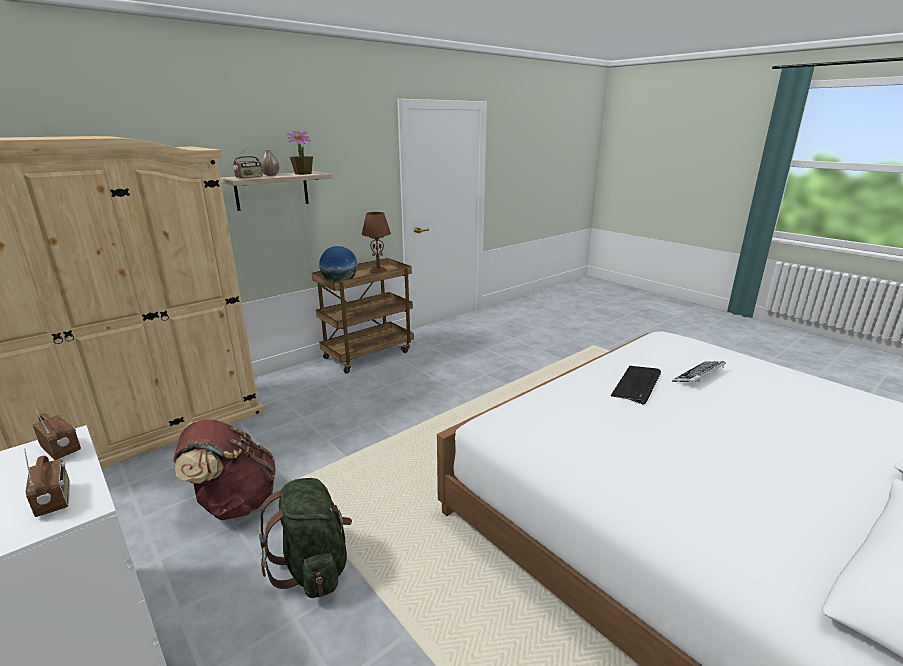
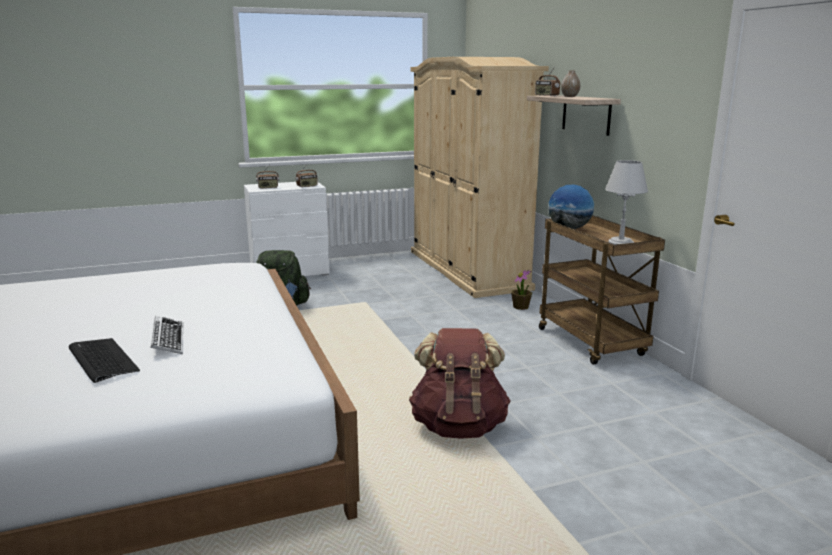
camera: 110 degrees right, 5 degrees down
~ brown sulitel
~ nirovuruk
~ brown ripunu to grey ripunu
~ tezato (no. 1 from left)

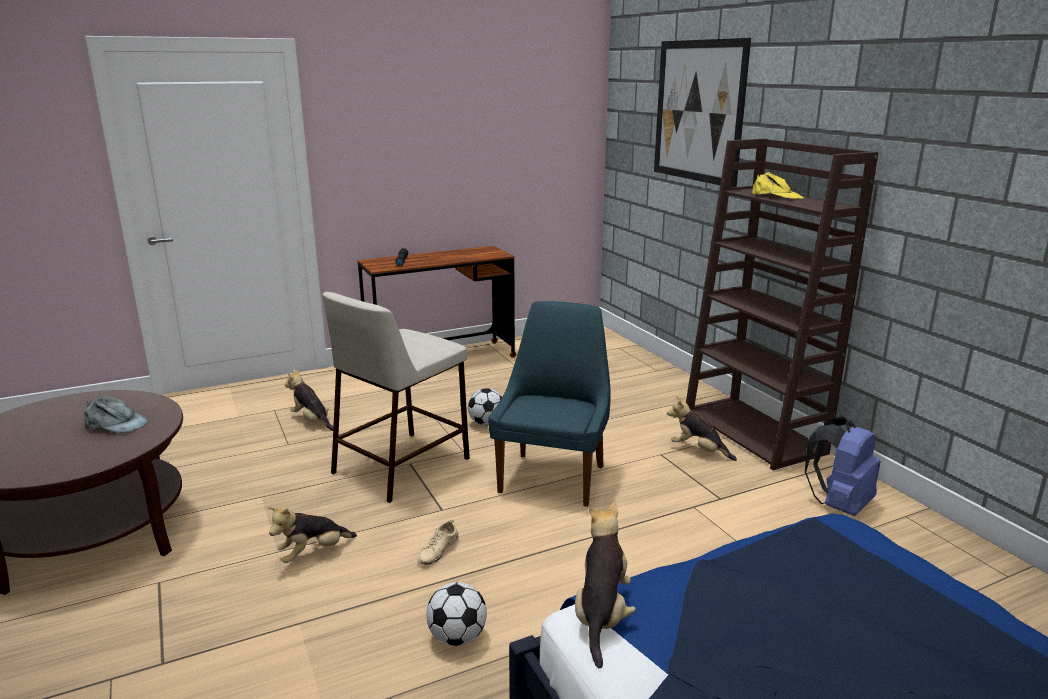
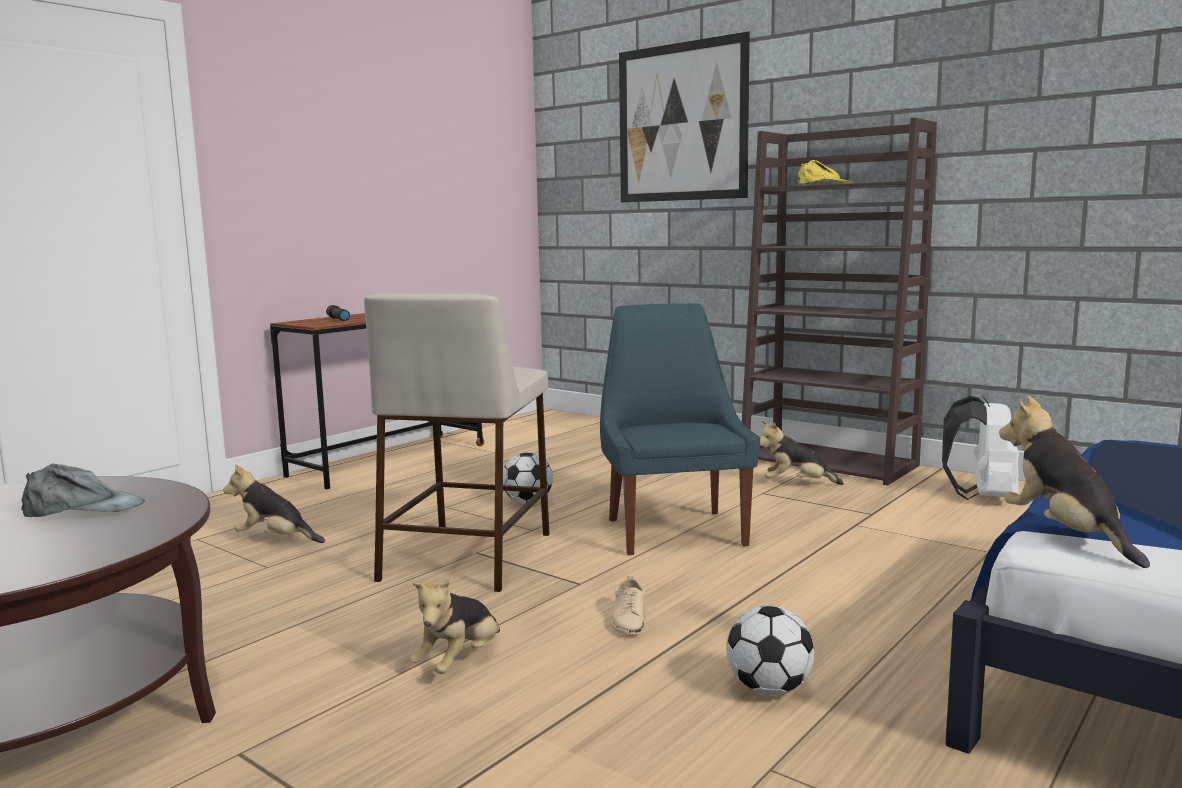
camera: 25 degrees left, 10 degrees down
~ blue sulitel to white sulitel

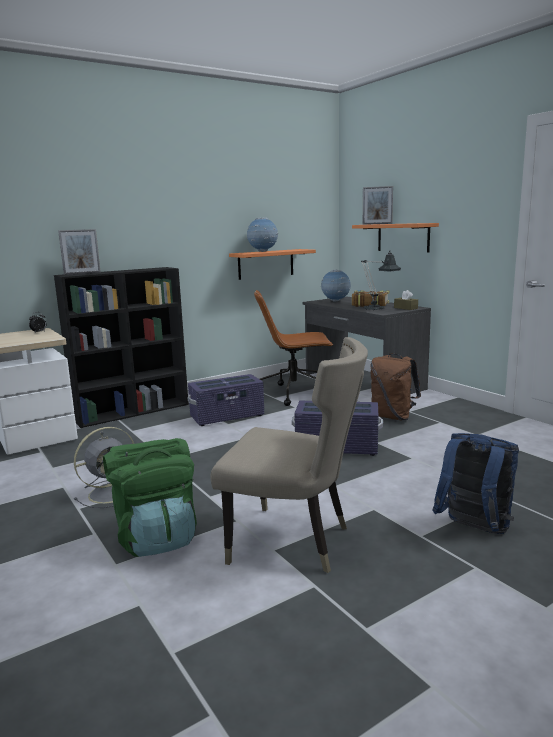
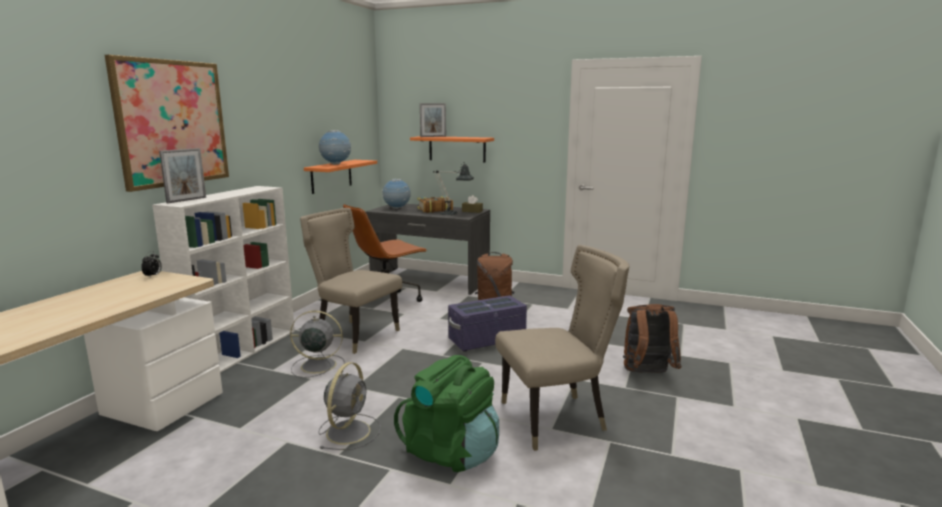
camera: 35 degrees left, 0 degrees up
~ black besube to white besube
~ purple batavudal (no. 1 from left) to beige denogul (no. 1 from left)
~ blue sulitel to brown sulitel (no. 2 from left)
+ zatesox
+ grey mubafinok (no. 1 from left)

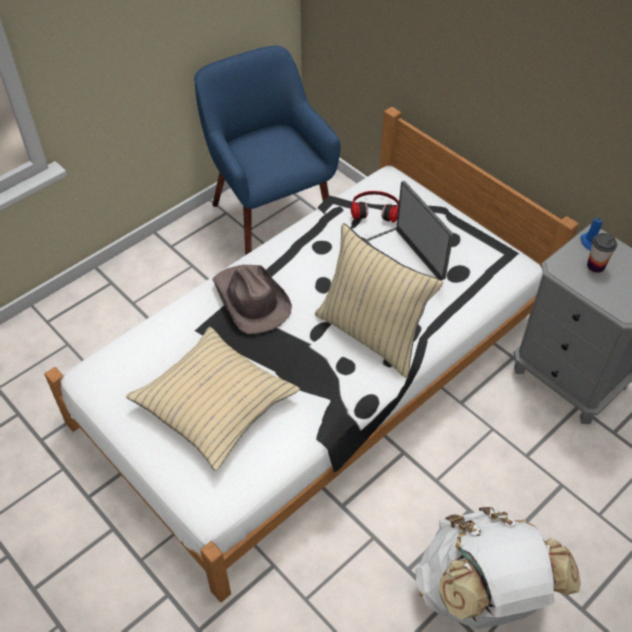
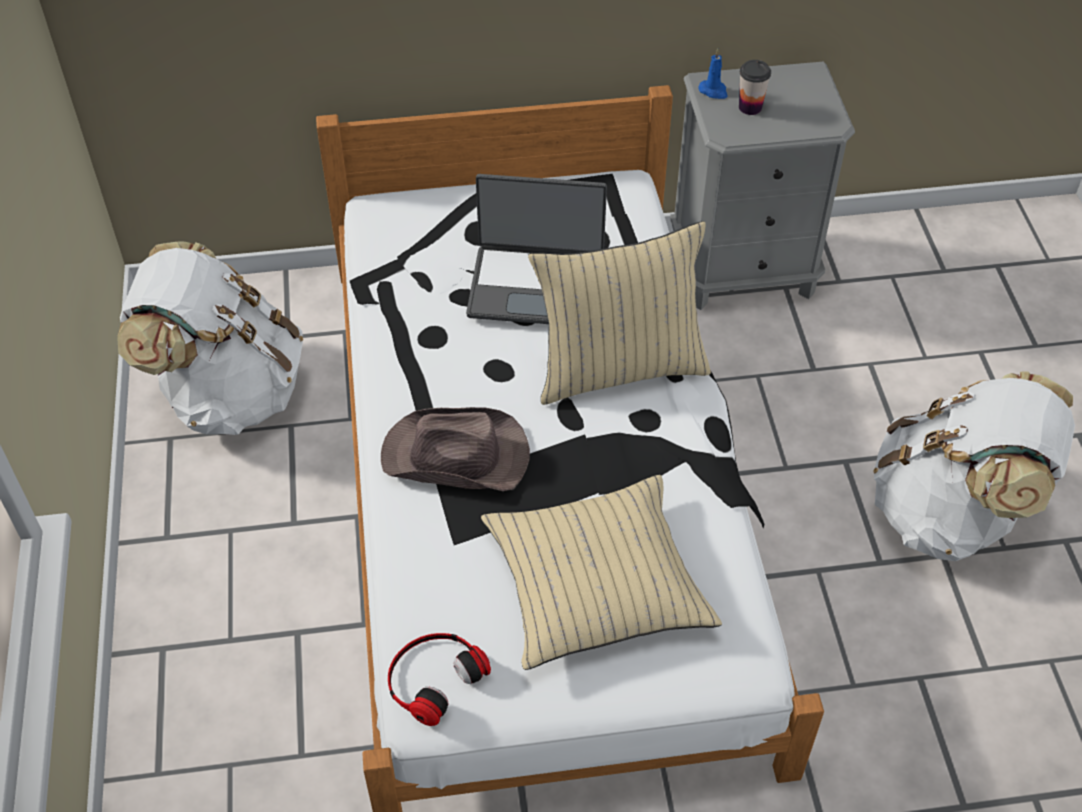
camera: 55 degrees left, 0 degrees up
~ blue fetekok to white sulitel (no. 1 from left)
~ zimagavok

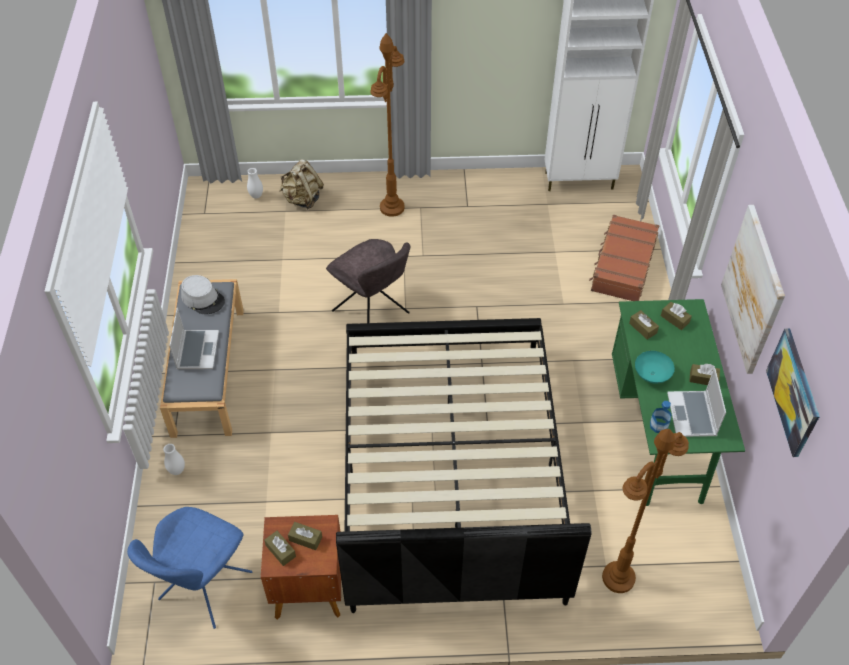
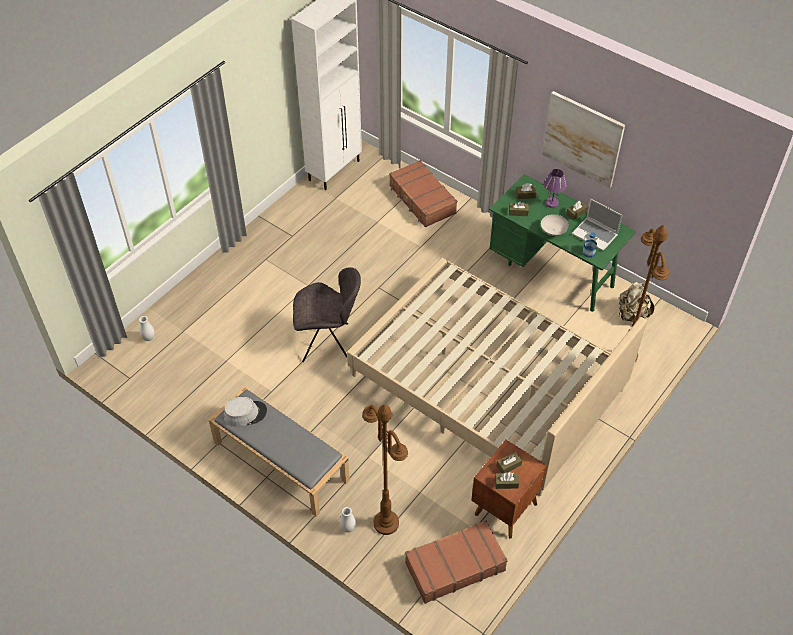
camera: 50 degrees left, 0 degrees up
~ blue denogul to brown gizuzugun (no. 2 from left)
- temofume (no. 1 from left)
~ beige sulitel
~ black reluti to beige reluti
~ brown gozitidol (no. 1 from left)
~ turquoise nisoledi to white nisoledi
- zatesox (no. 2 from left)
+ purple ripunu

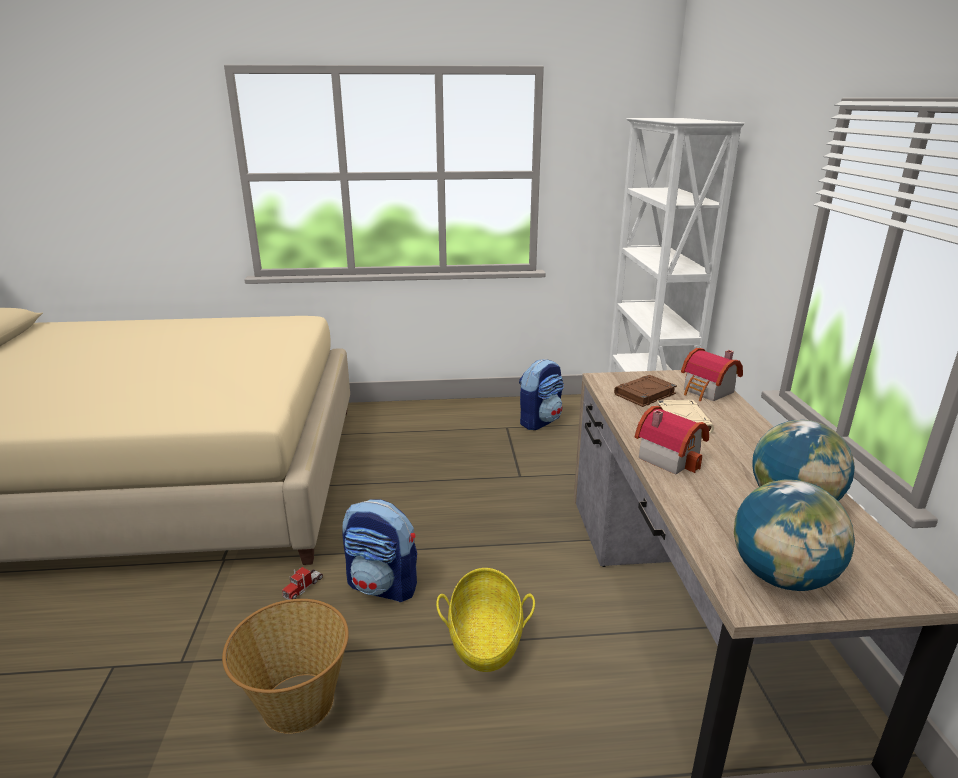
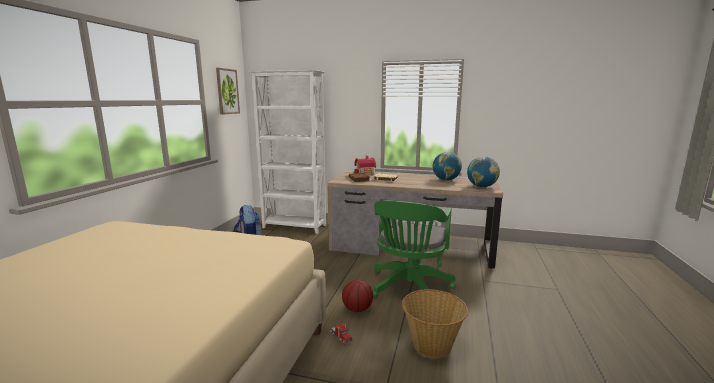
camera: 70 degrees left, 10 degrees down
~ sulitel (no. 1 from left) to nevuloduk
~ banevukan (no. 2 from left) to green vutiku
- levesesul (no. 1 from left)
+ zatesox

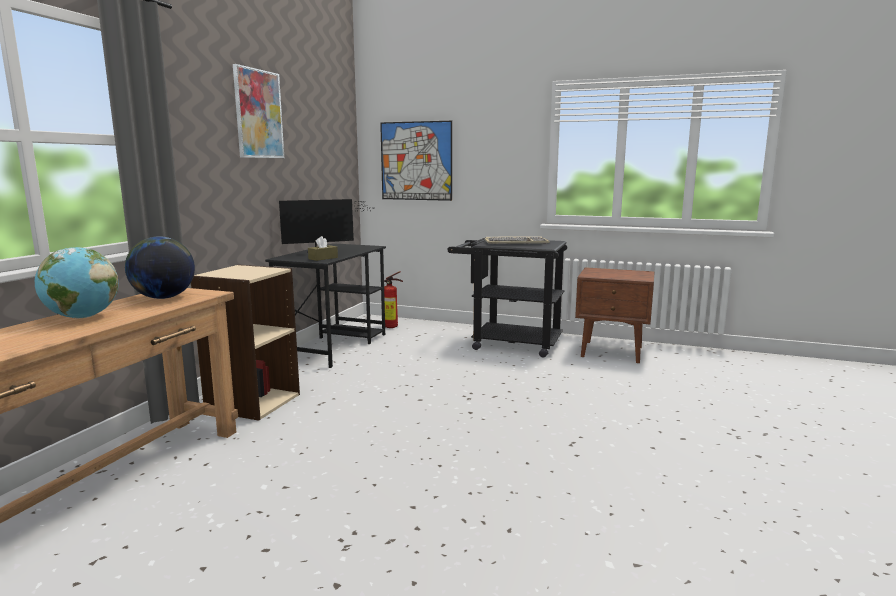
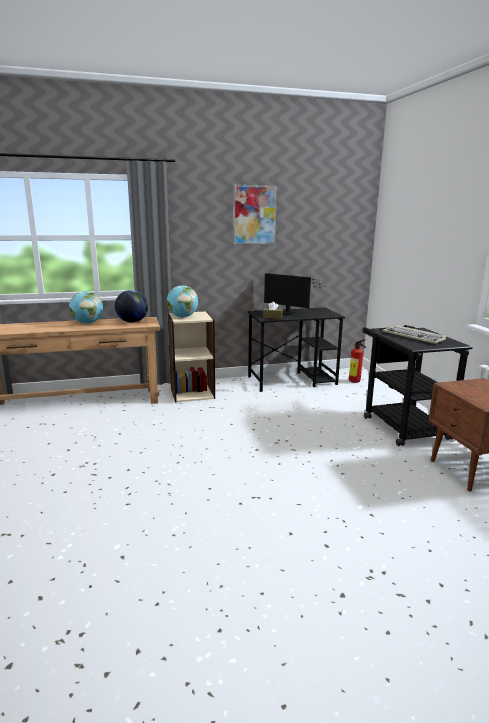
camera: 55 degrees right, 5 degrees up
- zatesox (no. 2 from left)
+ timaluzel (no. 3 from left)

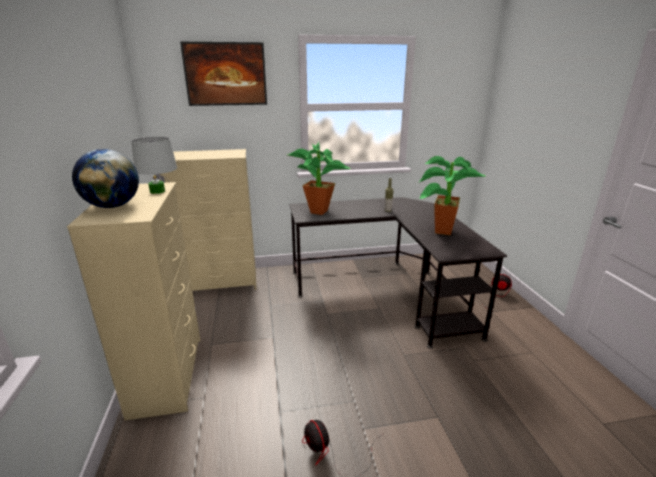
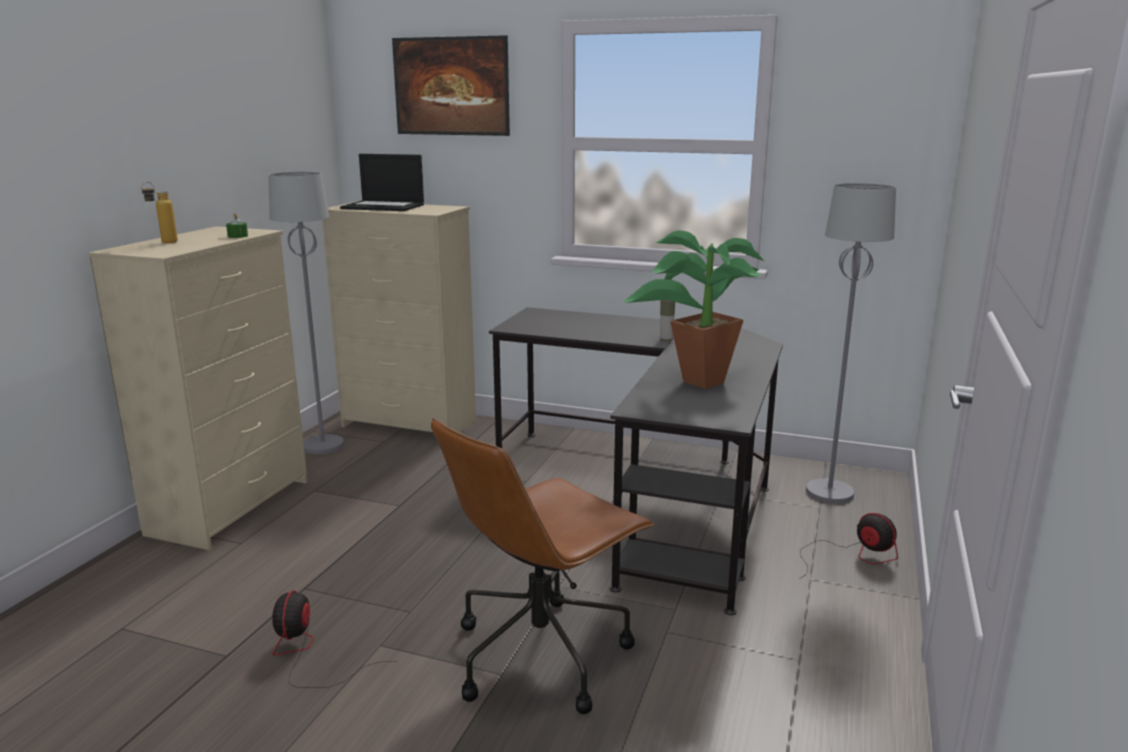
camera: 30 degrees right, 5 degrees down
~ timaluzel to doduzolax (no. 1 from left)
- nirovuruk (no. 1 from left)
+ temofume
+ brown vutiku
+ grey gozitidol (no. 2 from left)

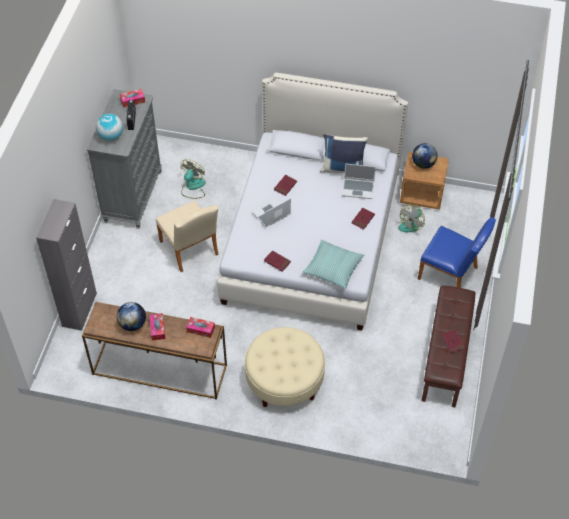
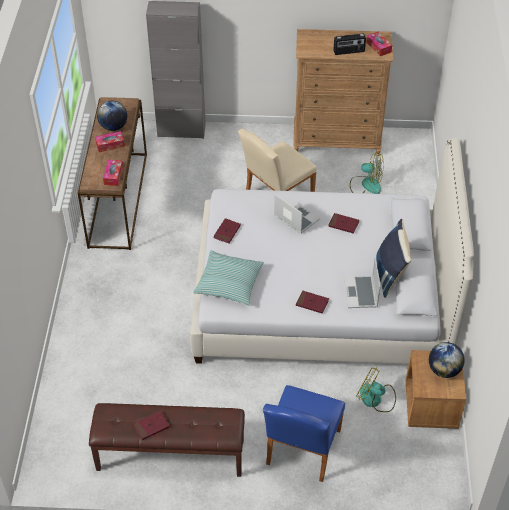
camera: 80 degrees right, 5 degrees down
~ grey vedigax to brown vedigax
- timaluzel (no. 1 from left)
- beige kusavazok

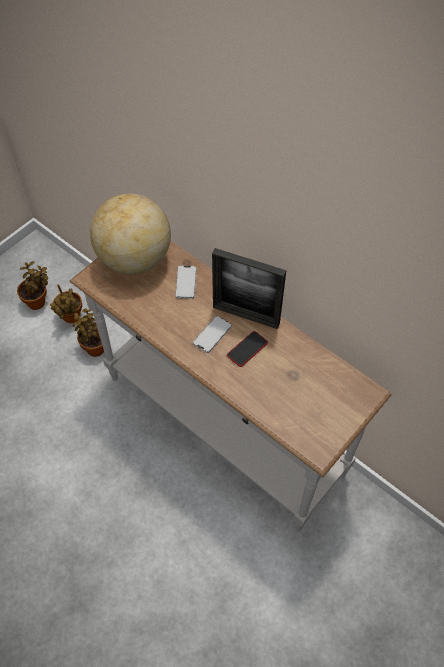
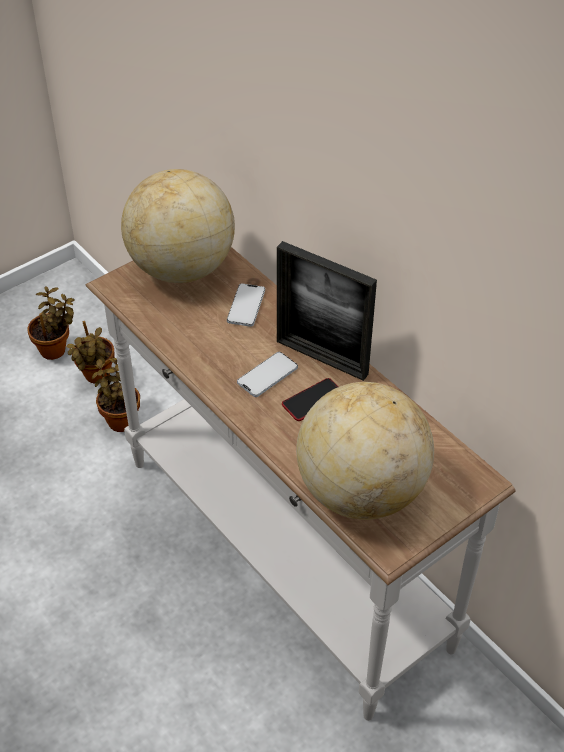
camera: 10 degrees right, 10 degrees down
+ timaluzel (no. 2 from left)

